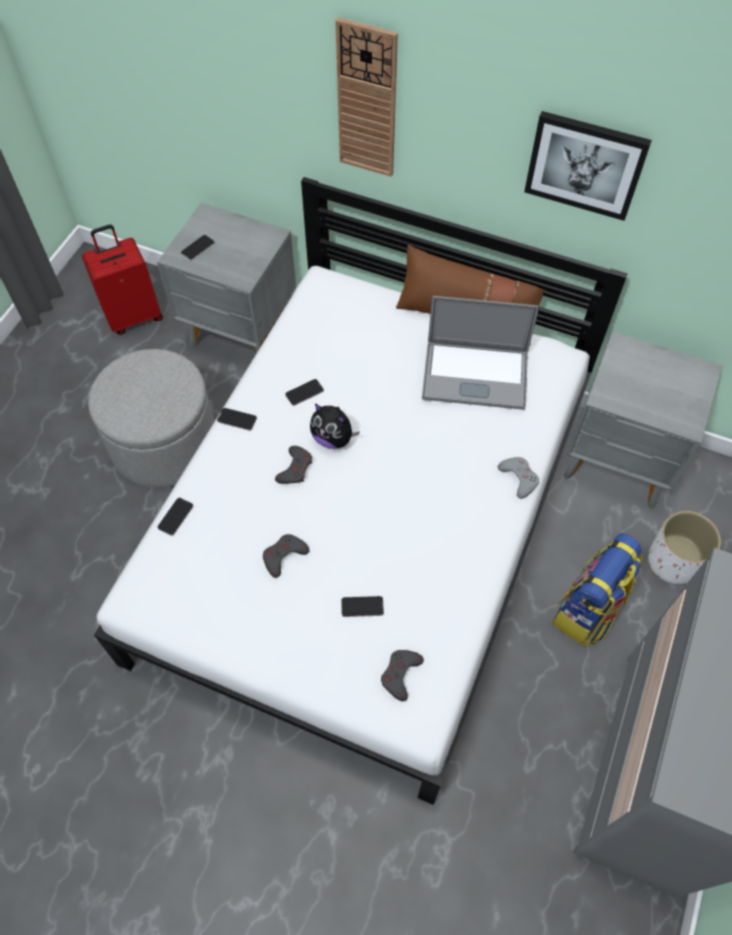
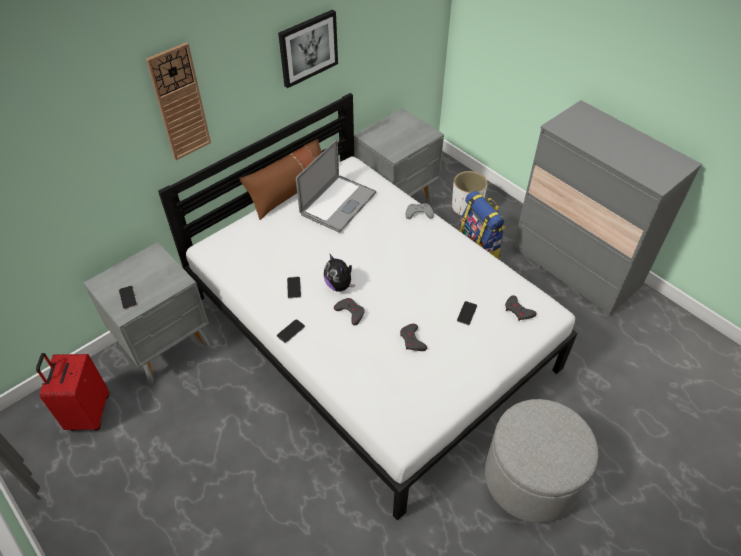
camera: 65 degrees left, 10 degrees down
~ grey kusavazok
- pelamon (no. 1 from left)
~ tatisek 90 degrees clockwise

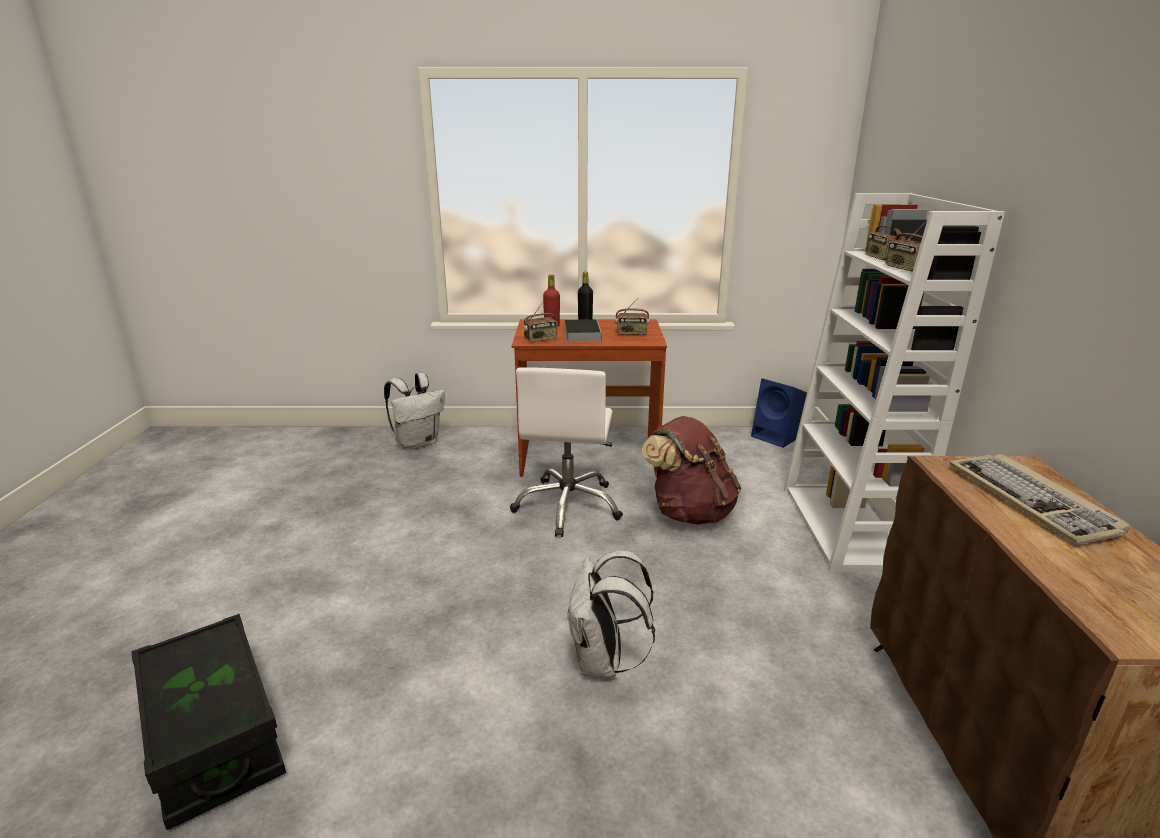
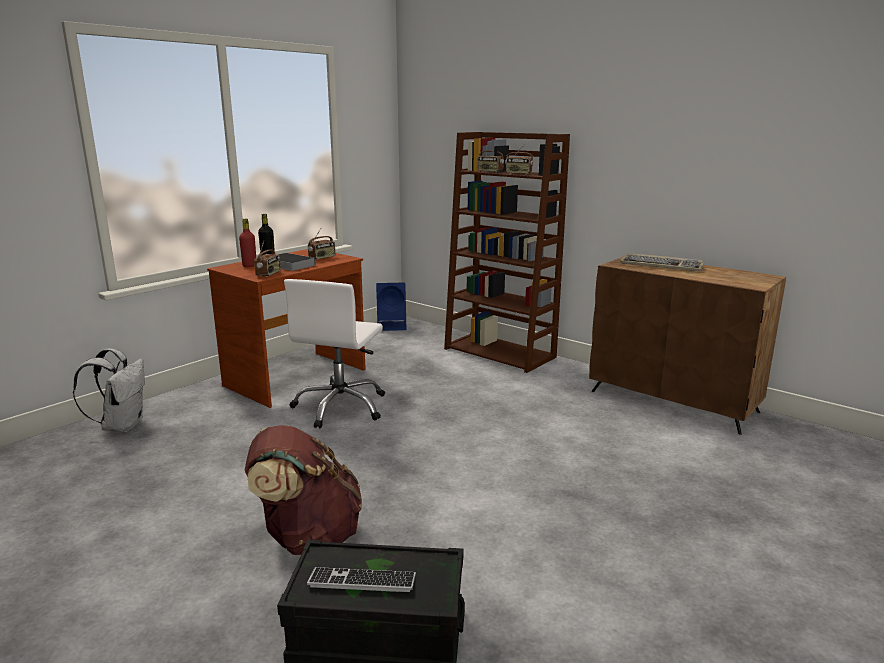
camera: 50 degrees left, 5 degrees down
~ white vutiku 60 degrees clockwise
- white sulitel (no. 2 from left)
~ brown sulitel
~ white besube to brown besube
+ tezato (no. 1 from left)

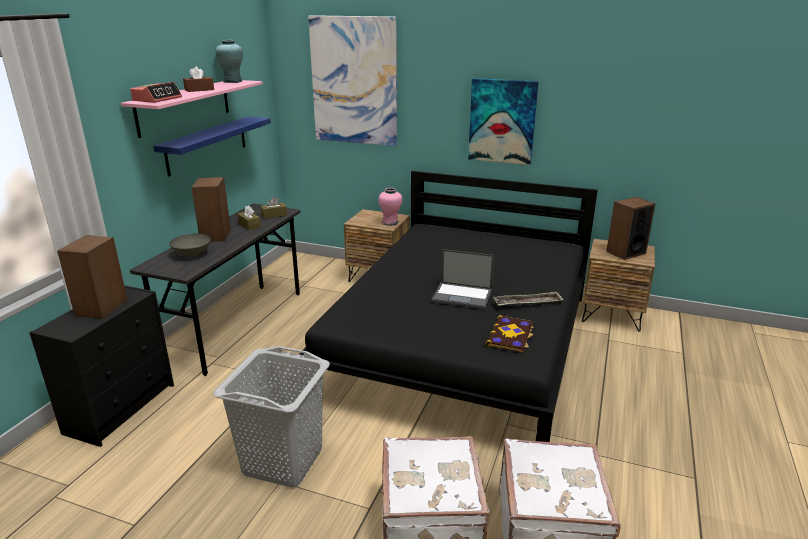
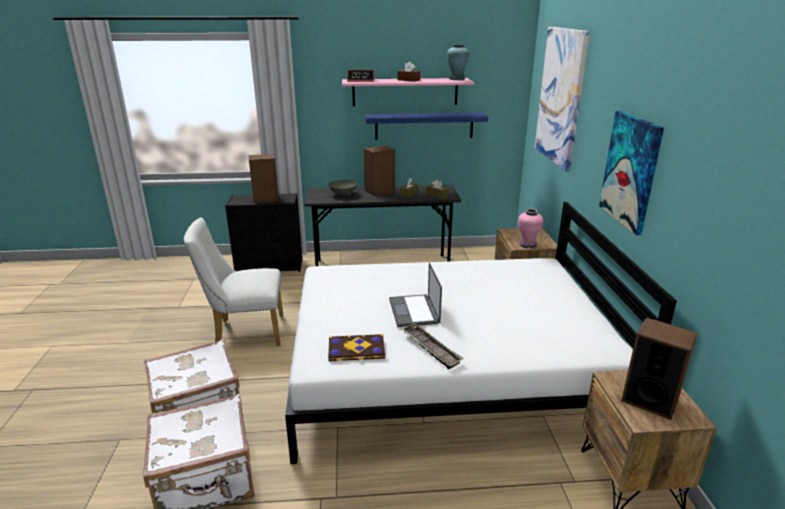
camera: 65 degrees right, 0 degrees up
~ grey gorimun to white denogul
~ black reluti to white reluti

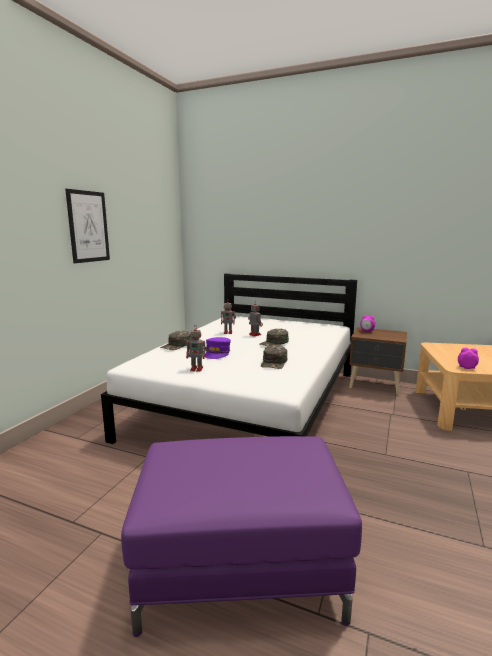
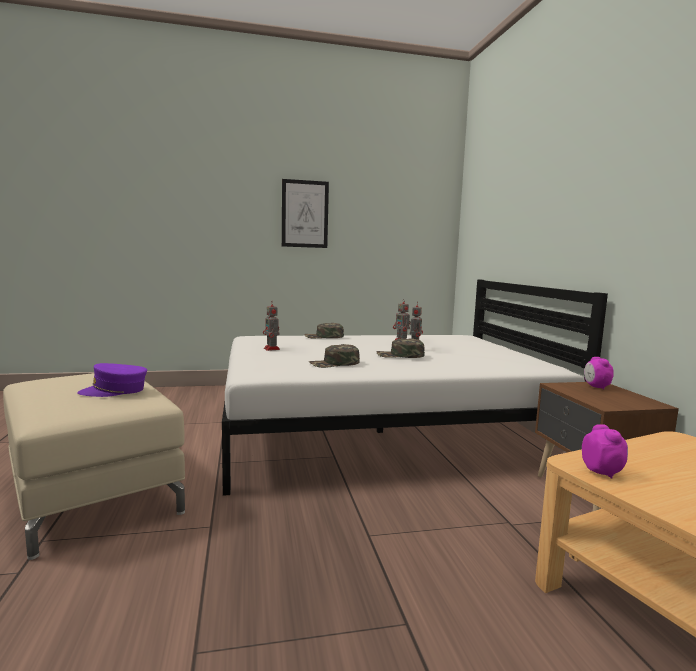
camera: 55 degrees right, 5 degrees down
~ purple kusavazok to beige kusavazok
~ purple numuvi

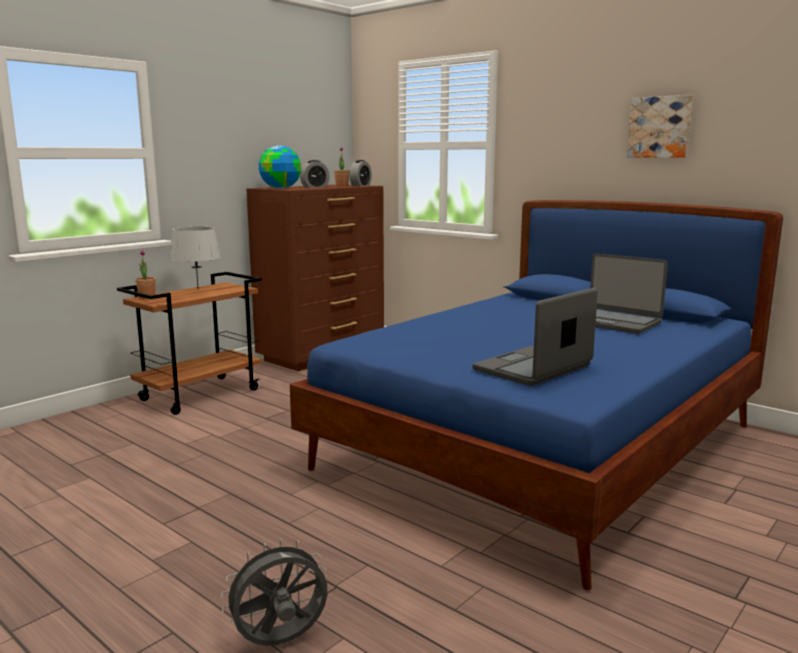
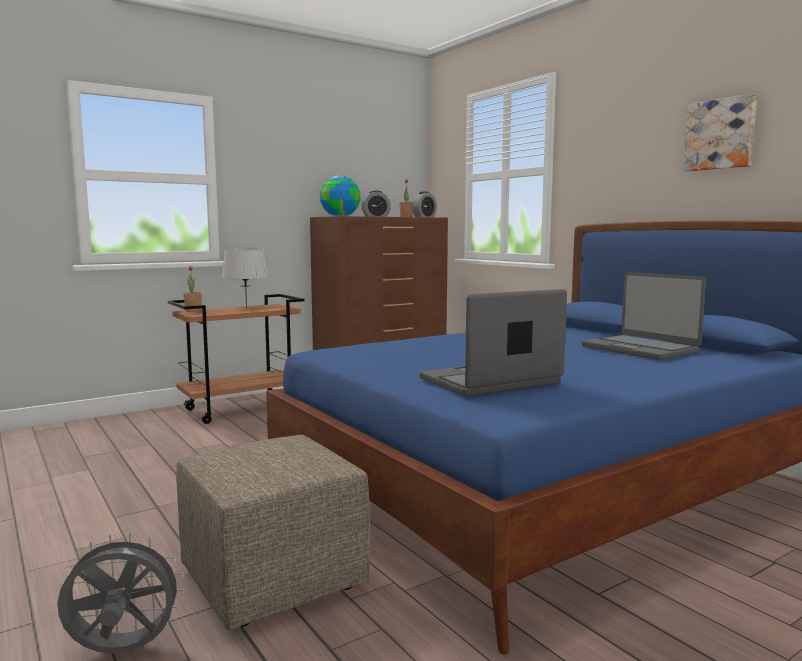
camera: 15 degrees right, 5 degrees down
+ beige kusavazok

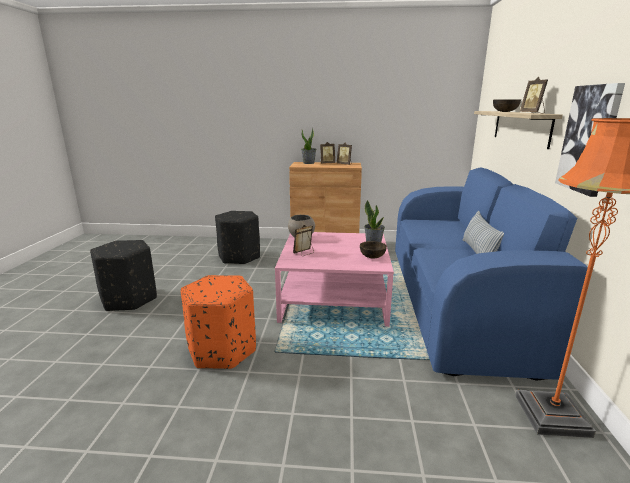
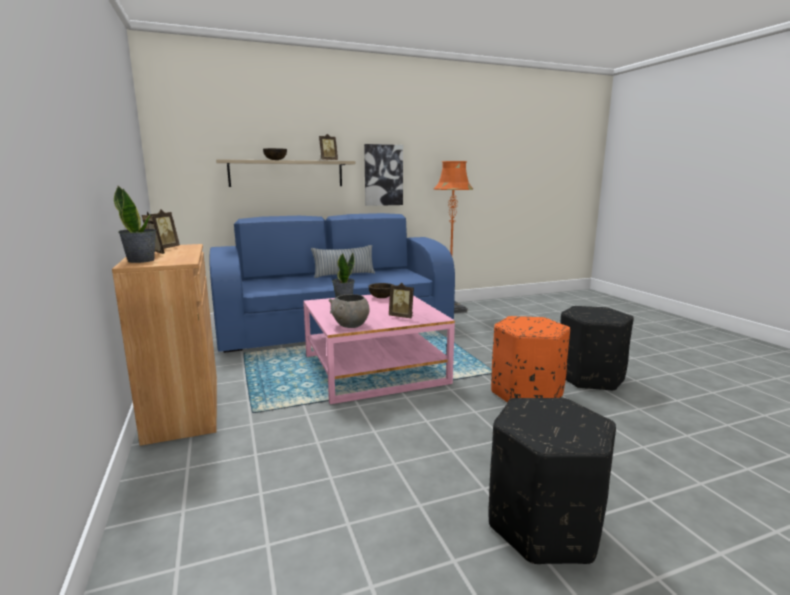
camera: 115 degrees left, 5 degrees down
~ black kusavazok (no. 2 from left)

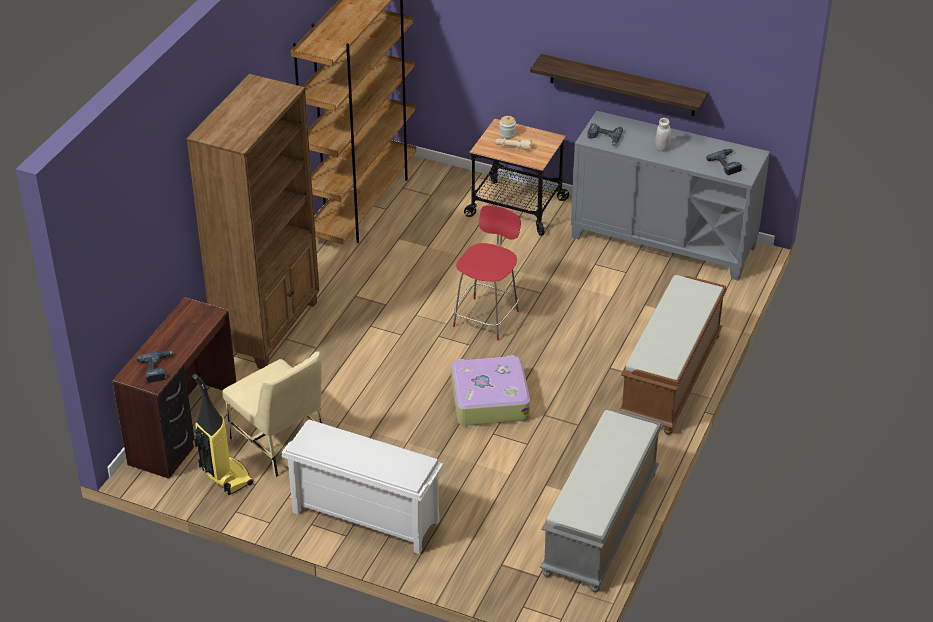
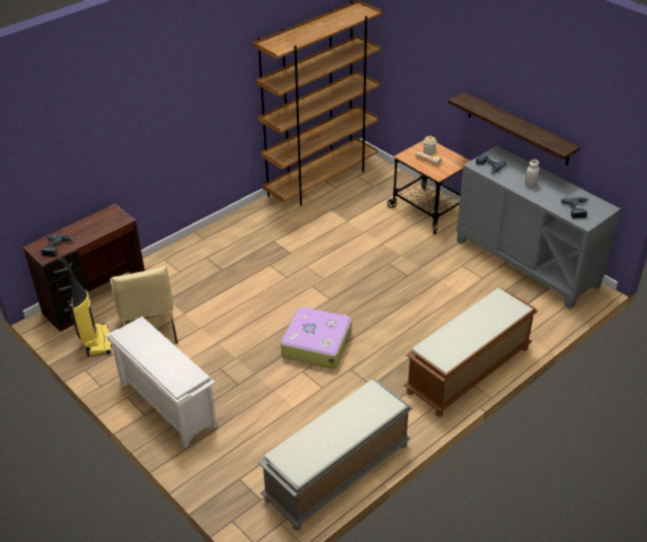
camera: 25 degrees right, 0 degrees up
- brown besube (no. 1 from left)
- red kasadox

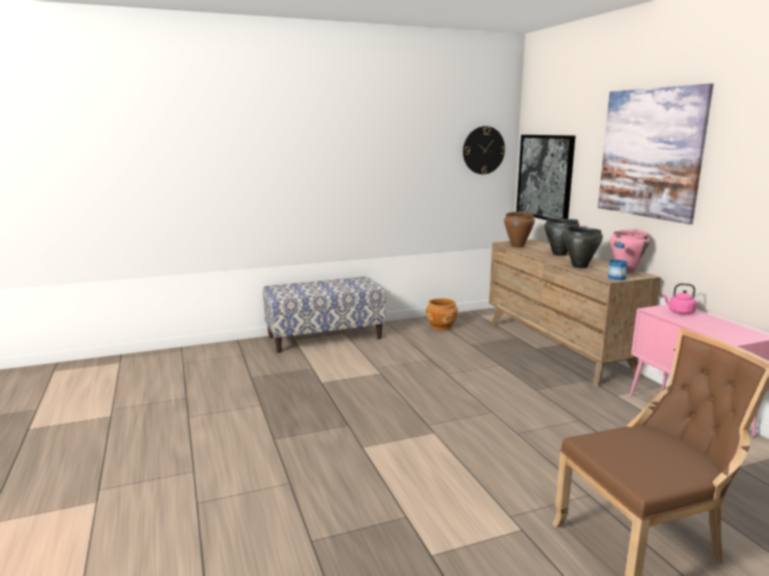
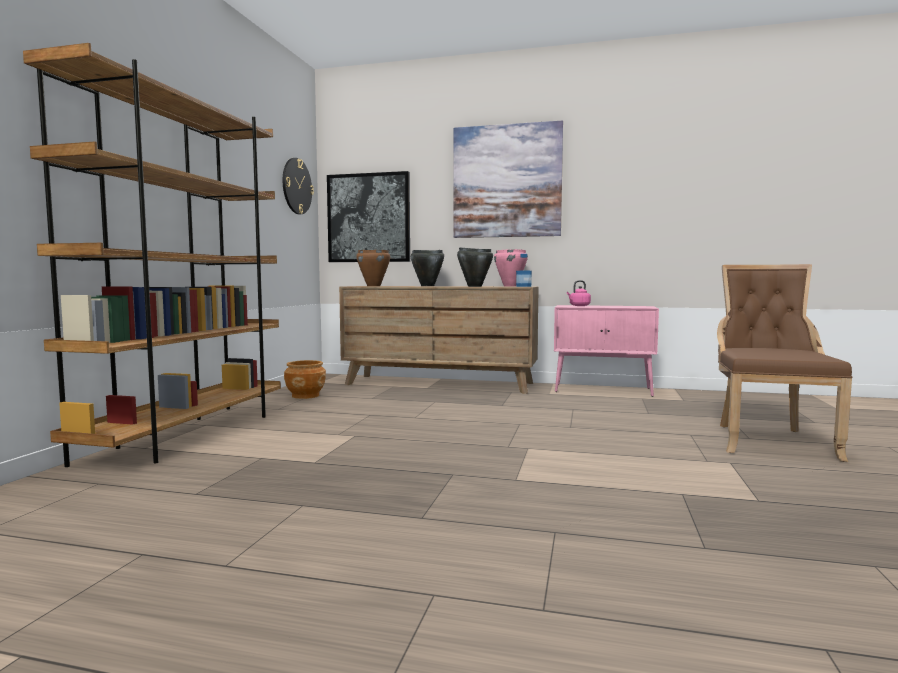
camera: 55 degrees left, 10 degrees down
~ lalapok to brown besube

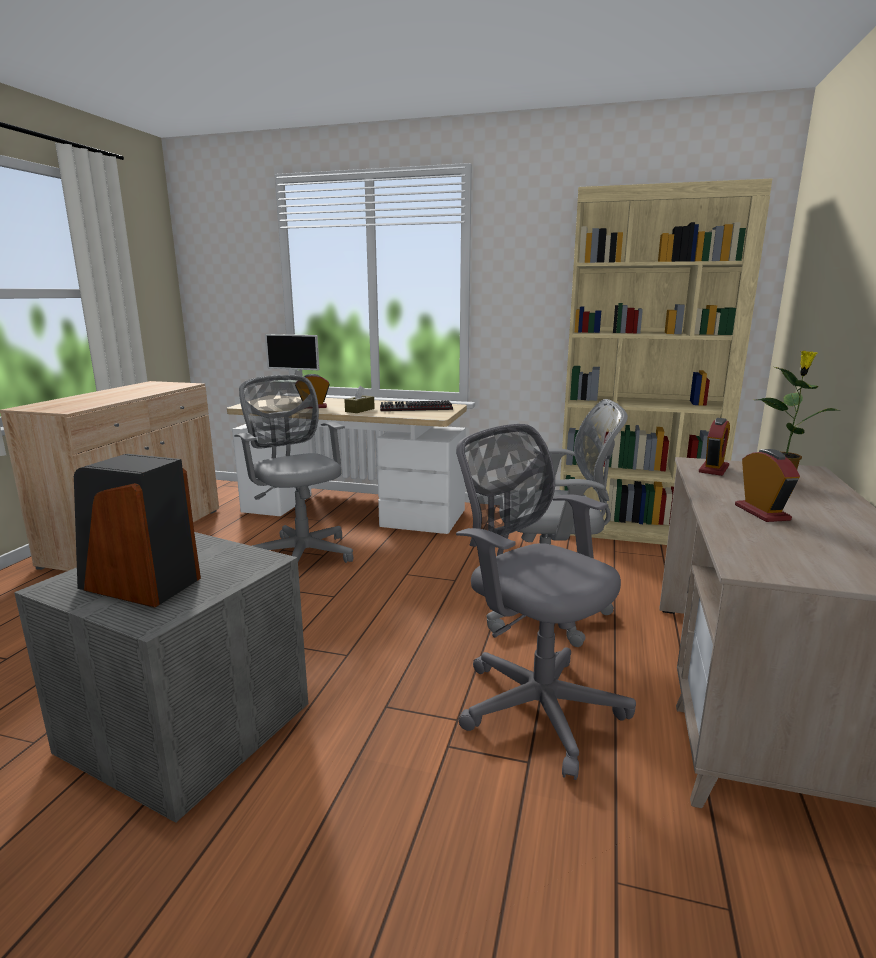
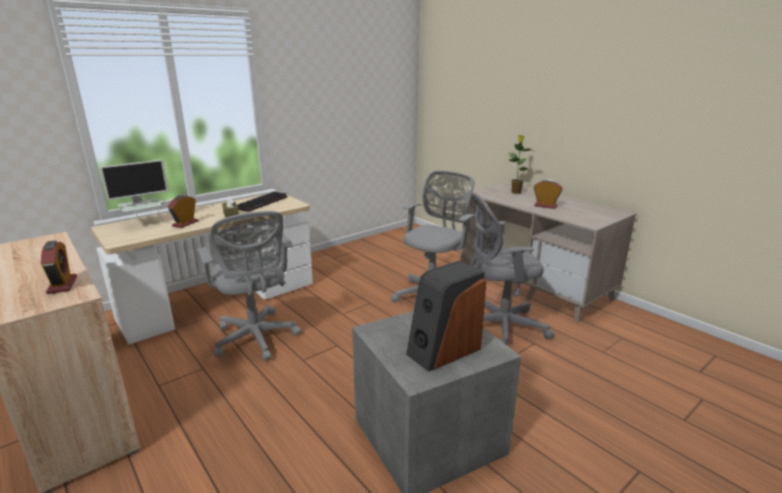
camera: 55 degrees left, 5 degrees up
~ grey vutiku (no. 1 from left) 120 degrees counterclockwise
- beige besube
~ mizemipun (no. 2 from left in the first image) to mizemipun (no. 1 from left)

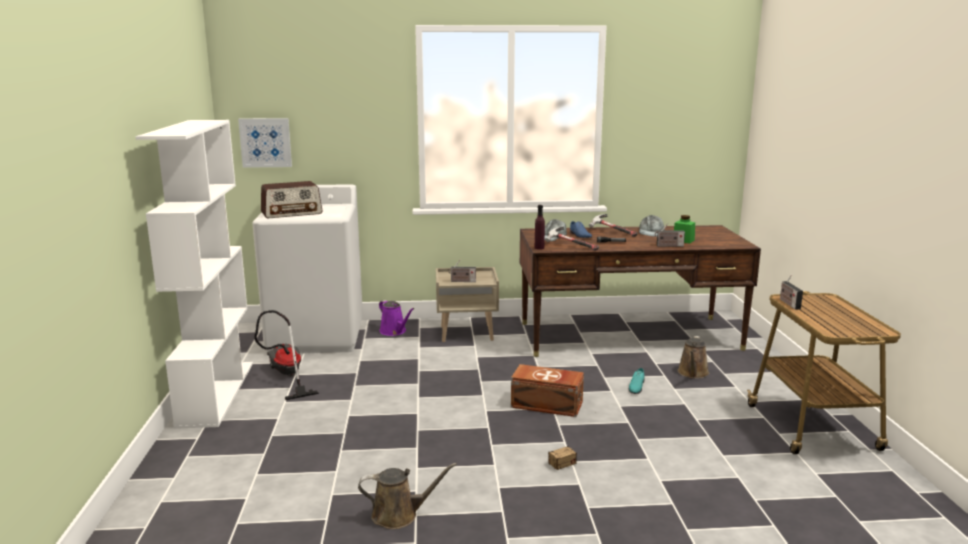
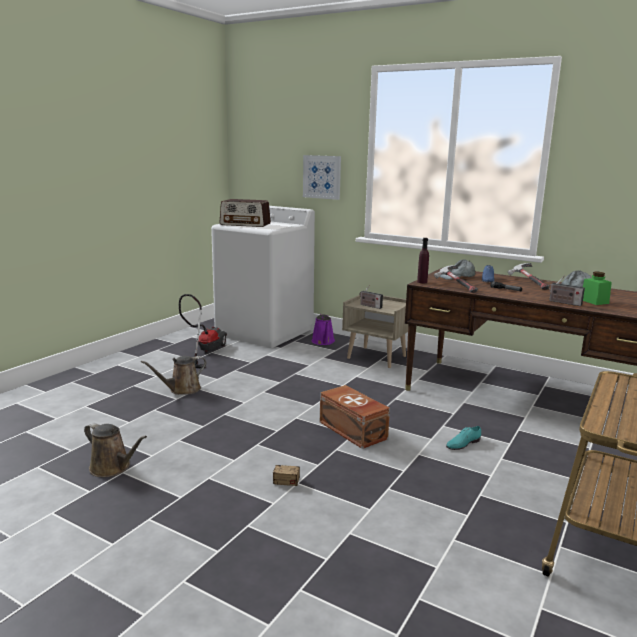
camera: 35 degrees right, 0 degrees up
- white besube
~ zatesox
~ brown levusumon (no. 2 from left)
- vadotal (no. 4 from left)

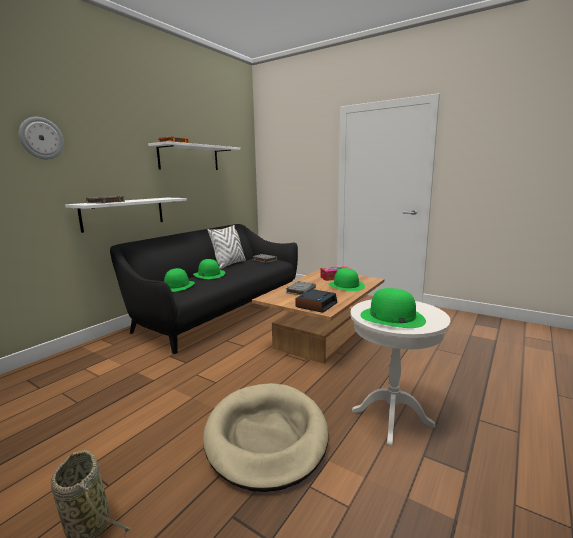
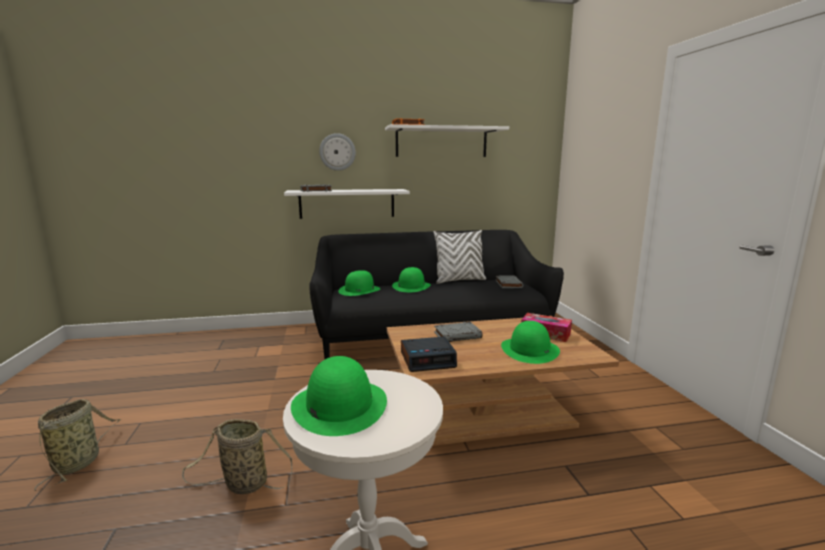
camera: 45 degrees right, 0 degrees up
~ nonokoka
~ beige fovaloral to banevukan (no. 2 from left)

